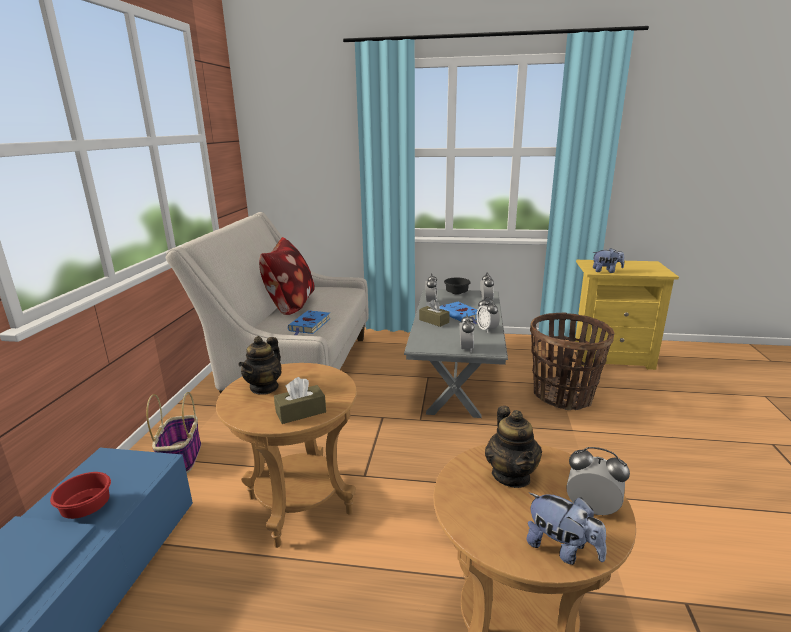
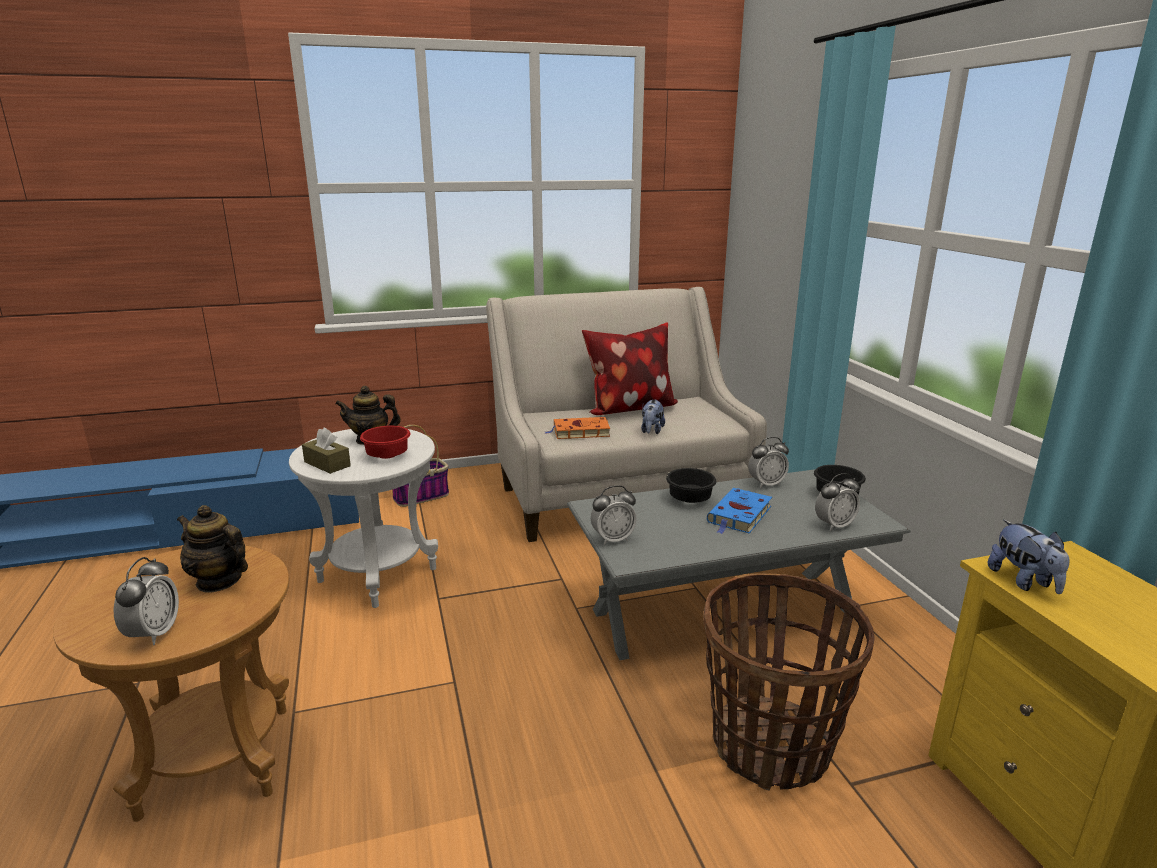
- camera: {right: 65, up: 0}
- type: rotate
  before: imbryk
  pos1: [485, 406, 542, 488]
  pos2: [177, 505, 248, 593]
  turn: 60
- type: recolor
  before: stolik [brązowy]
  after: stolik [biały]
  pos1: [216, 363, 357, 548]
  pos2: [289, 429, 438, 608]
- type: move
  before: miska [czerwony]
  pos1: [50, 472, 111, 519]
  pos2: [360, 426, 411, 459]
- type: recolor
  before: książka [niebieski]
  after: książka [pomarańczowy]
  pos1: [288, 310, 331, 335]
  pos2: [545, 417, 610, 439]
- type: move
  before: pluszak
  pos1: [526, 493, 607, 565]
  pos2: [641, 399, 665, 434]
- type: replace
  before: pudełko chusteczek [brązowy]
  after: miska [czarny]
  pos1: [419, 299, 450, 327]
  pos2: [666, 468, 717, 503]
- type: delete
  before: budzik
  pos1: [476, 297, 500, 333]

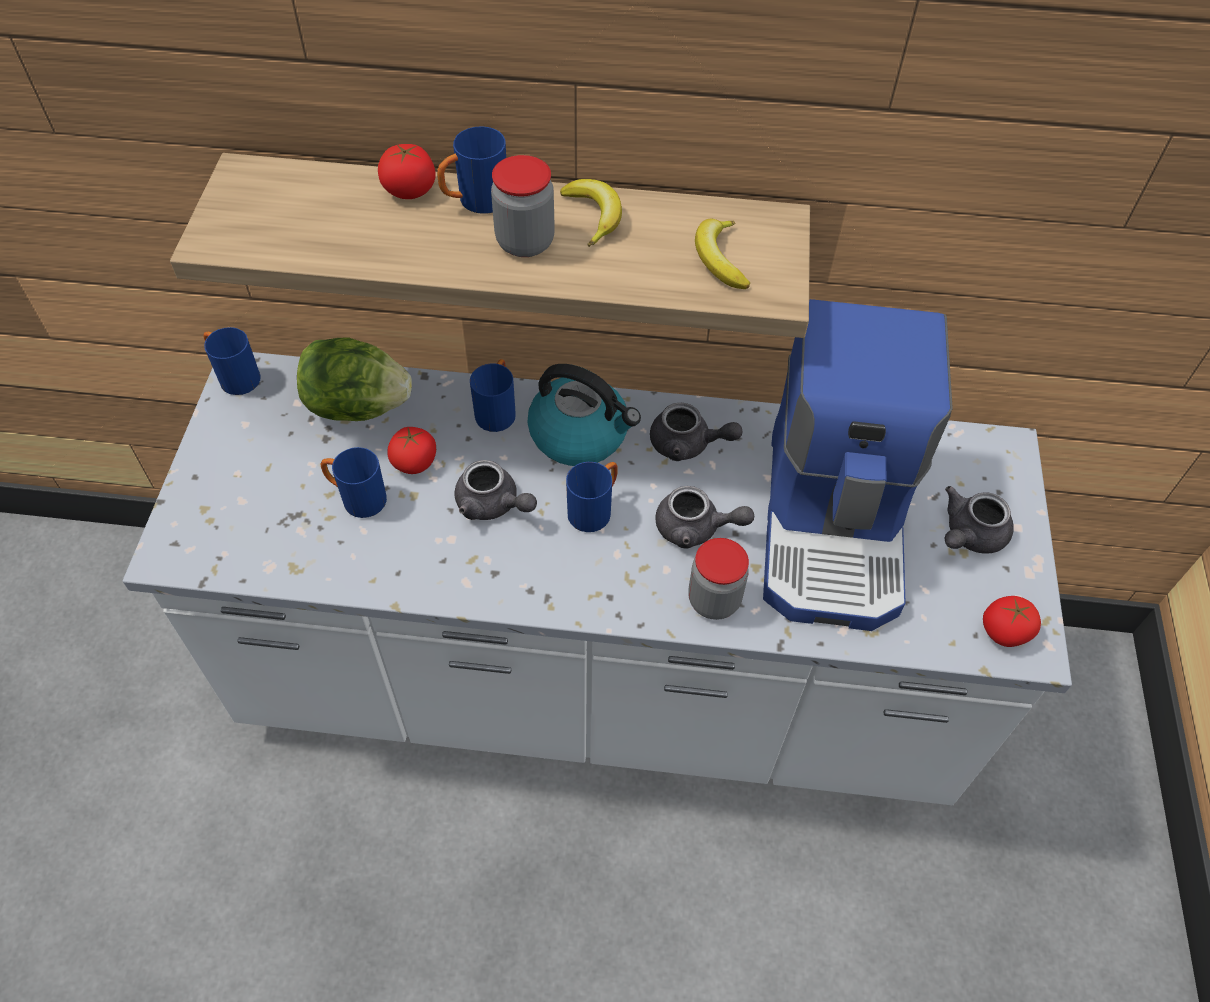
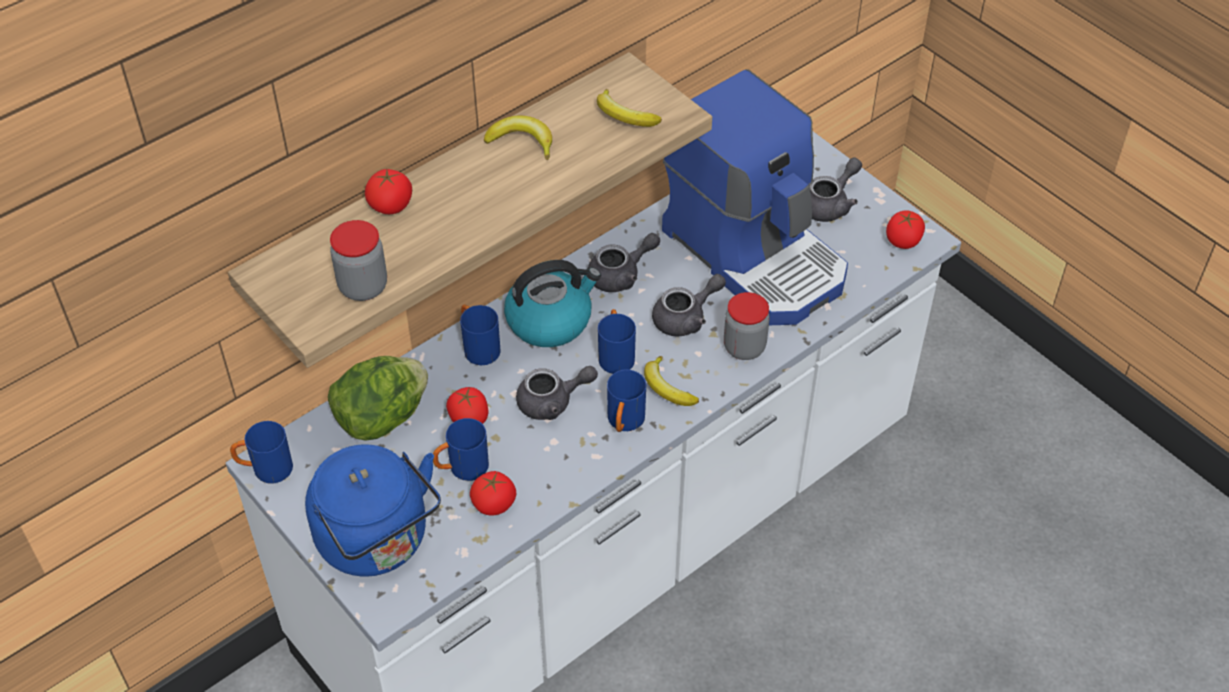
- camera: {right: -45, up: -5}
- type: insert
  after: czajnik [niebieski]
  pos2: [305, 444, 441, 576]
- type: move
  before: słoik
  pos1: [491, 155, 555, 257]
  pos2: [330, 220, 387, 301]
- type: insert
  after: pomidor
  pos2: [470, 471, 517, 516]
- type: move
  before: kubek [niebieski]
  pos1: [437, 127, 506, 214]
  pos2: [607, 370, 646, 432]
- type: insert
  after: banan
  pos2: [644, 356, 699, 406]
- type: rotate
  before: imbryk [szary]
  pos1: [944, 486, 1014, 554]
  pos2: [809, 157, 862, 222]
  turn: -135

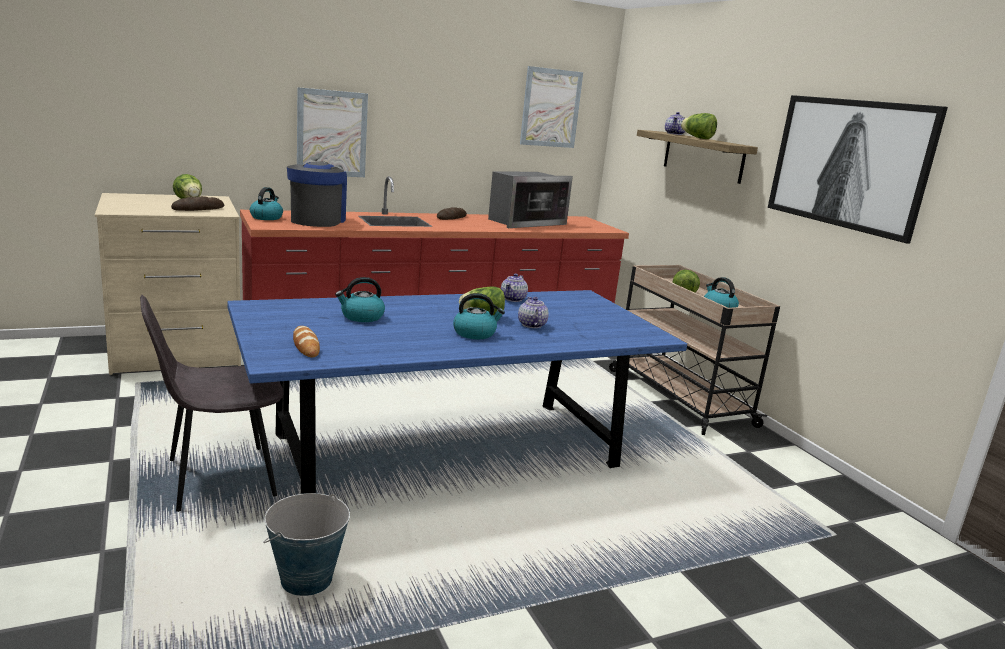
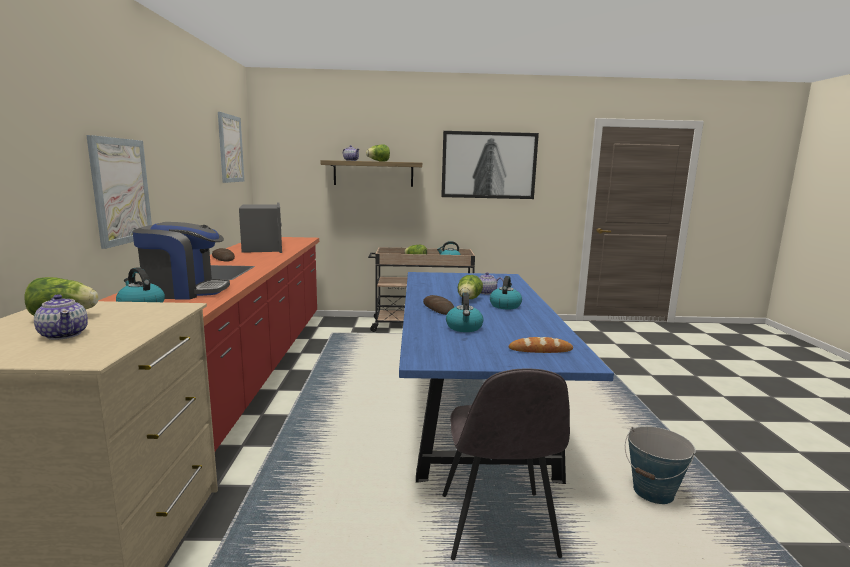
- camera: {right: -65, up: -5}
- type: move
  before: imbryk
  pos1: [501, 273, 528, 302]
  pos2: [34, 294, 88, 340]
- type: rotate
  before: ekspres do kawy
  pos1: [287, 161, 347, 227]
  pos2: [132, 222, 230, 300]
  turn: 150
- type: move
  before: chleb
  pos1: [171, 196, 224, 211]
  pos2: [423, 295, 454, 315]

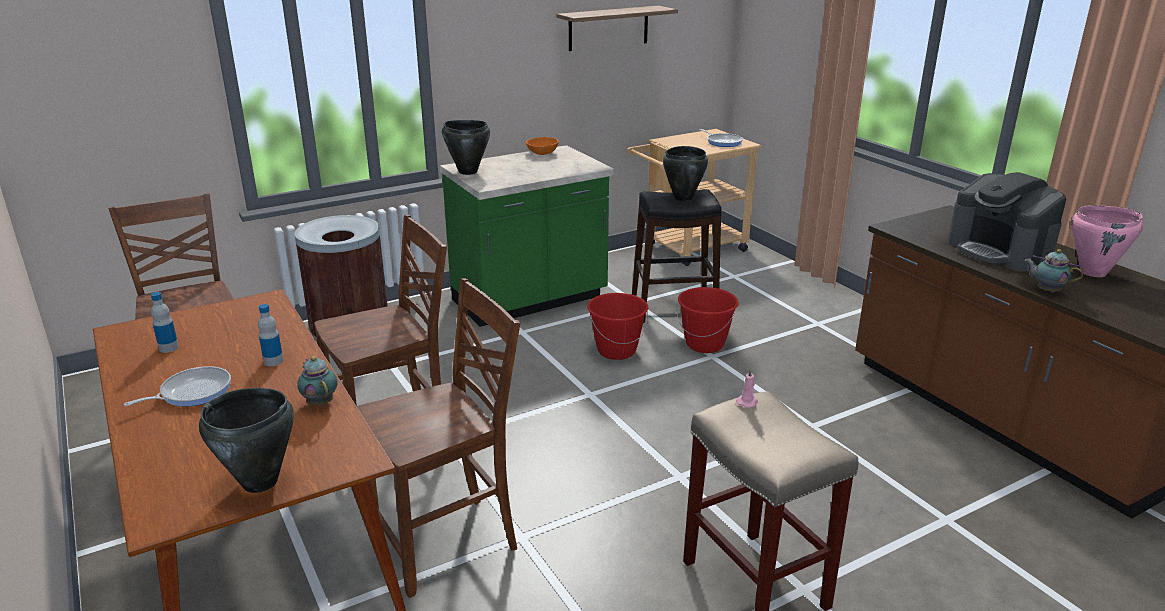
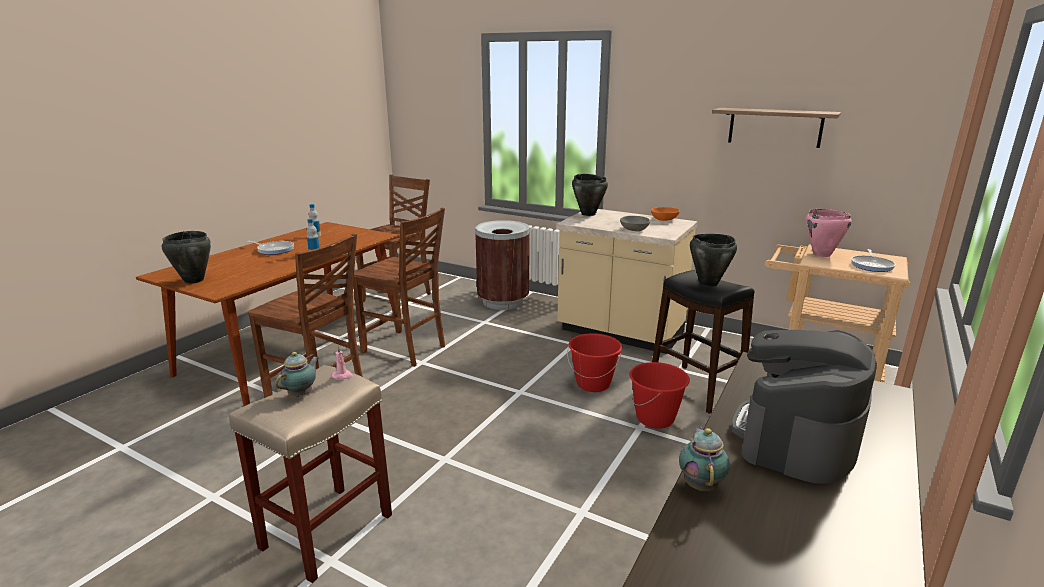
- camera: {right: 60, up: -5}
- type: move
  before: imbryk
  pos1: [297, 356, 337, 406]
  pos2: [275, 352, 319, 397]
- type: recolor
  before: zabudowa kuchenna [zielony]
  after: zabudowa kuchenna [beżowy]
  pos1: [440, 145, 614, 327]
  pos2: [556, 209, 698, 354]
- type: insert
  after: miska [szary]
  pos2: [620, 216, 650, 231]
- type: move
  before: garnek [różowy]
  pos1: [1071, 205, 1143, 277]
  pos2: [806, 209, 852, 257]

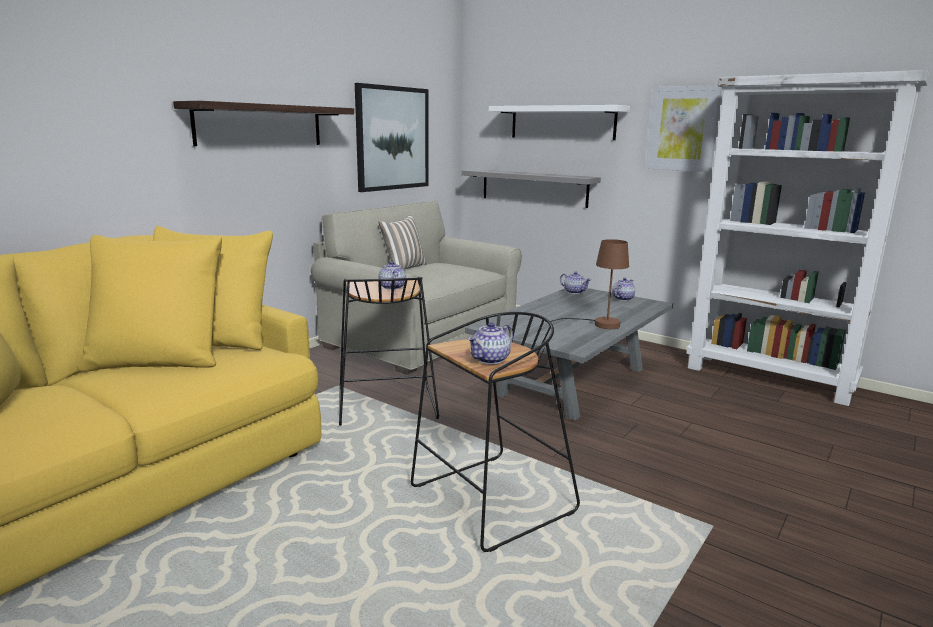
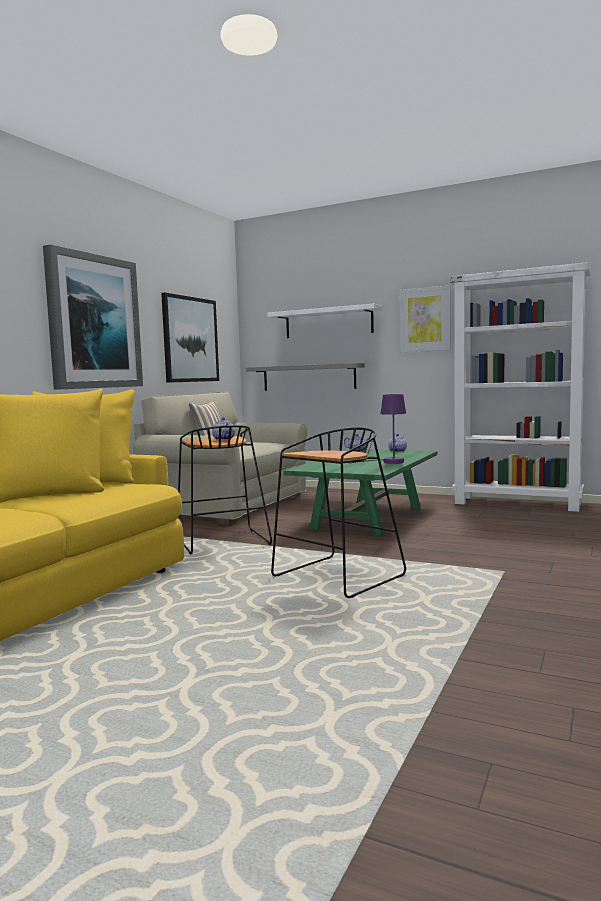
- camera: {right: -10, up: -10}
- type: replace
  before: półka
  after: obraz
  pos1: [173, 101, 354, 146]
  pos2: [43, 244, 143, 390]
- type: recolor
  before: ława [szary]
  after: ława [zielony]
  pos1: [465, 288, 673, 421]
  pos2: [283, 449, 437, 536]
- type: recolor
  before: lampa stołowa [brązowy]
  after: lampa stołowa [fioletowy]
  pos1: [550, 239, 629, 329]
  pos2: [349, 394, 406, 464]
- type: delete
  before: imbryk
  pos1: [468, 322, 513, 364]

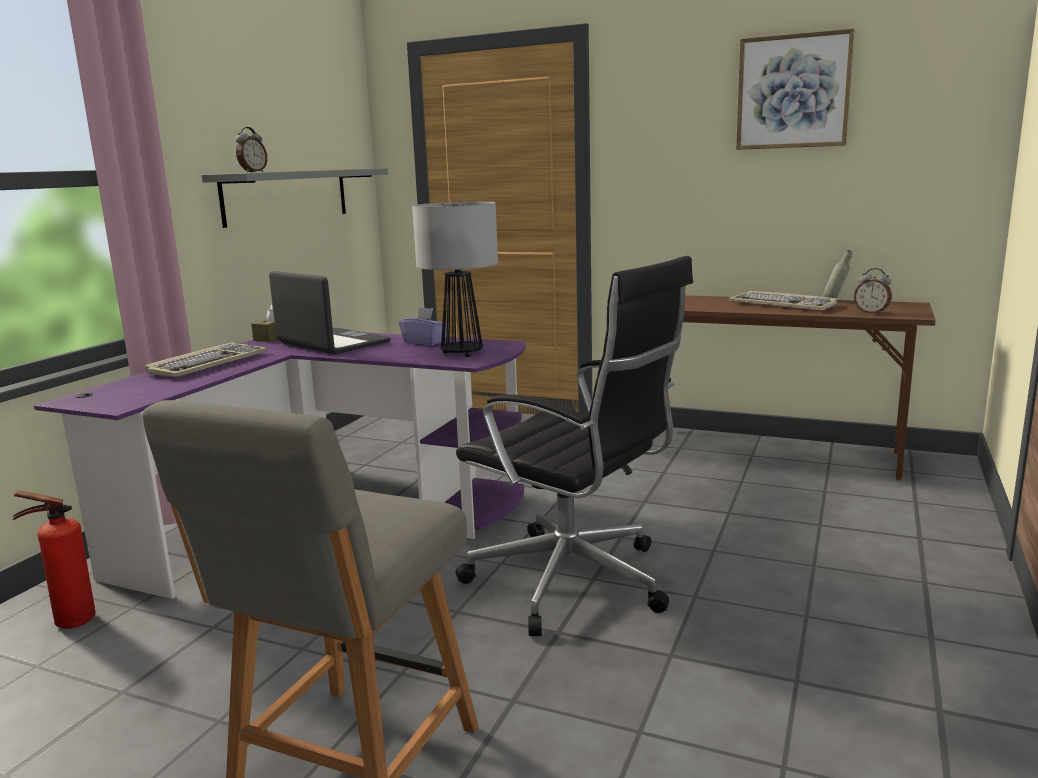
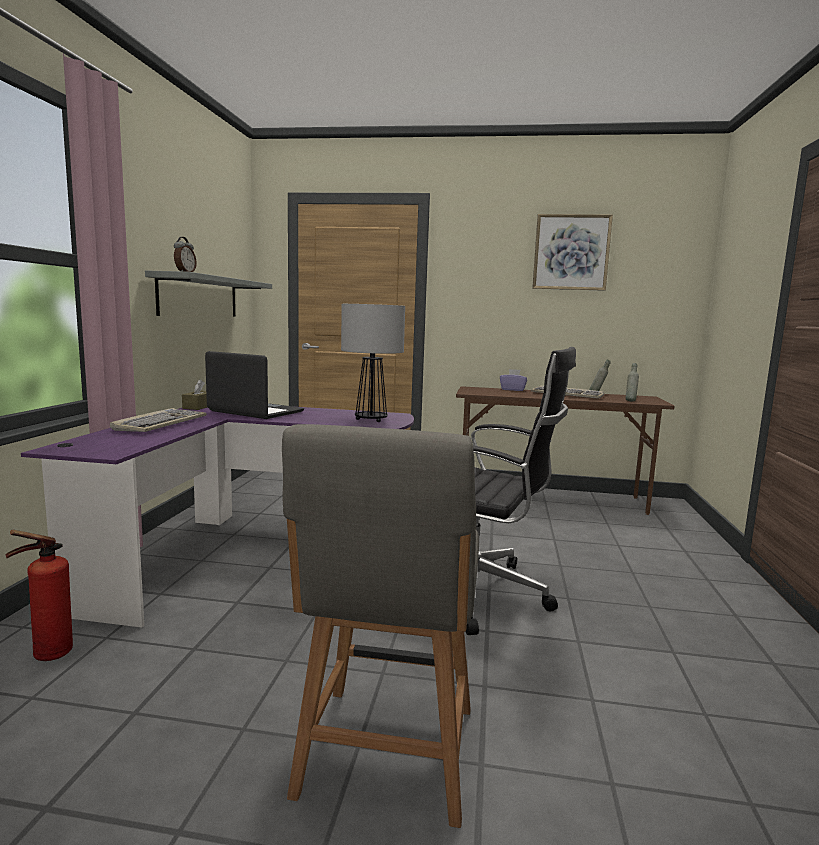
- camera: {right: -15, up: -5}
- type: move
  before: pudełko chusteczek [fioletowy]
  pos1: [399, 307, 447, 345]
  pos2: [500, 369, 528, 391]
- type: replace
  before: budzik
  after: butelka [szary]
  pos1: [854, 268, 892, 314]
  pos2: [626, 363, 639, 401]

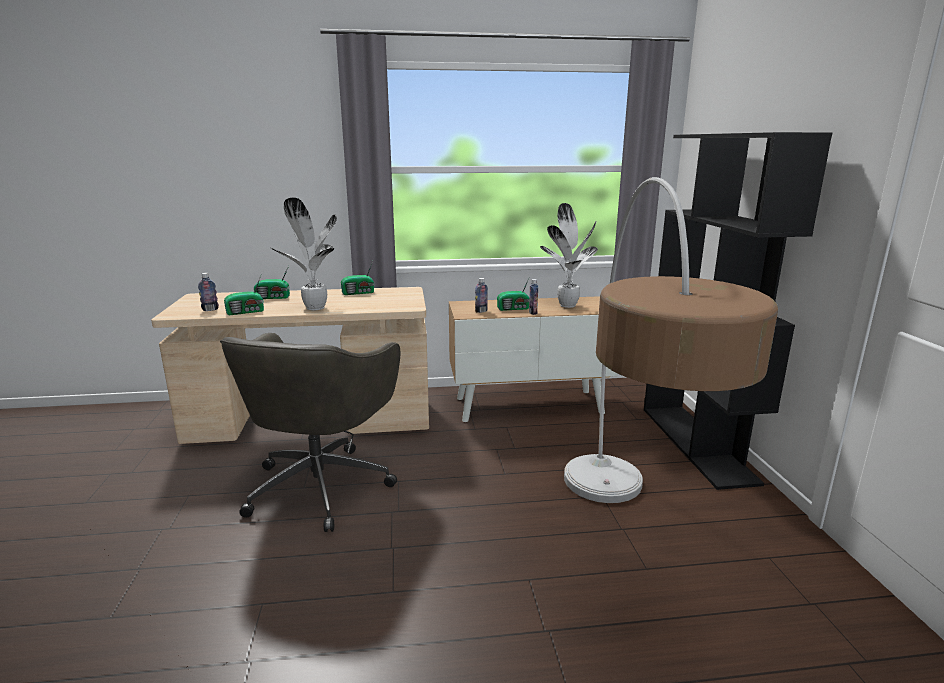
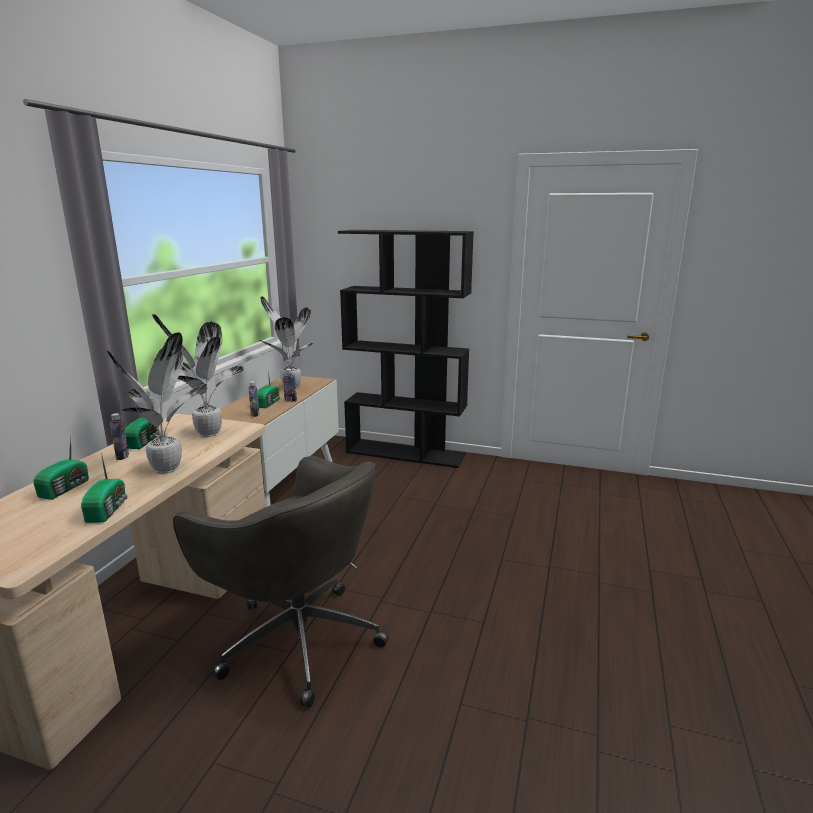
- camera: {right: -65, up: 0}
- type: move
  before: butelka
  pos1: [198, 273, 219, 311]
  pos2: [110, 413, 129, 460]
- type: insert
  after: roślina doniczkowa
  pos2: [153, 314, 244, 437]
- type: delete
  before: lampa stojąca
  pos1: [564, 177, 778, 503]

